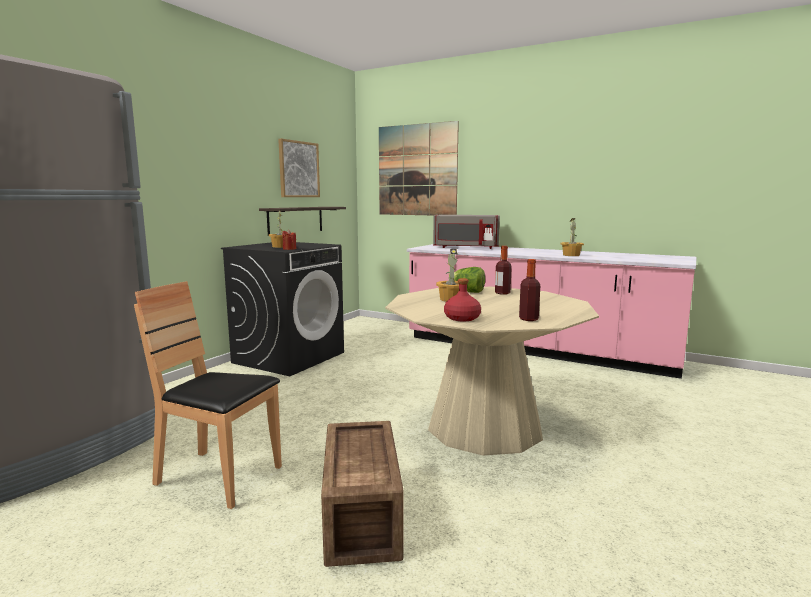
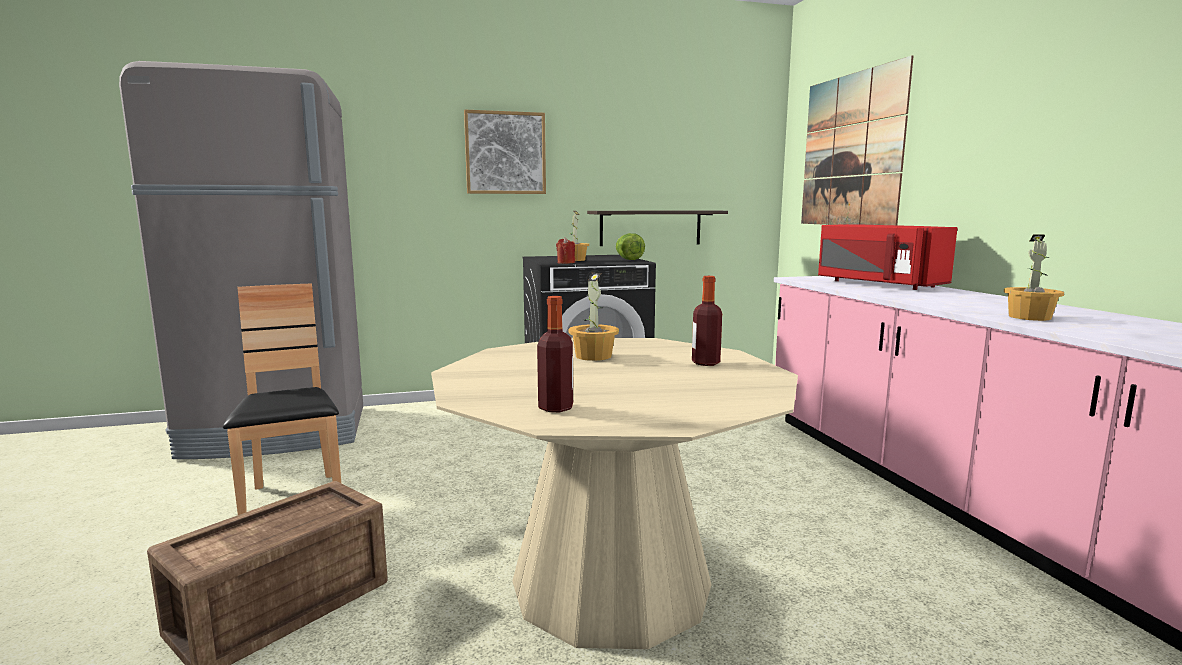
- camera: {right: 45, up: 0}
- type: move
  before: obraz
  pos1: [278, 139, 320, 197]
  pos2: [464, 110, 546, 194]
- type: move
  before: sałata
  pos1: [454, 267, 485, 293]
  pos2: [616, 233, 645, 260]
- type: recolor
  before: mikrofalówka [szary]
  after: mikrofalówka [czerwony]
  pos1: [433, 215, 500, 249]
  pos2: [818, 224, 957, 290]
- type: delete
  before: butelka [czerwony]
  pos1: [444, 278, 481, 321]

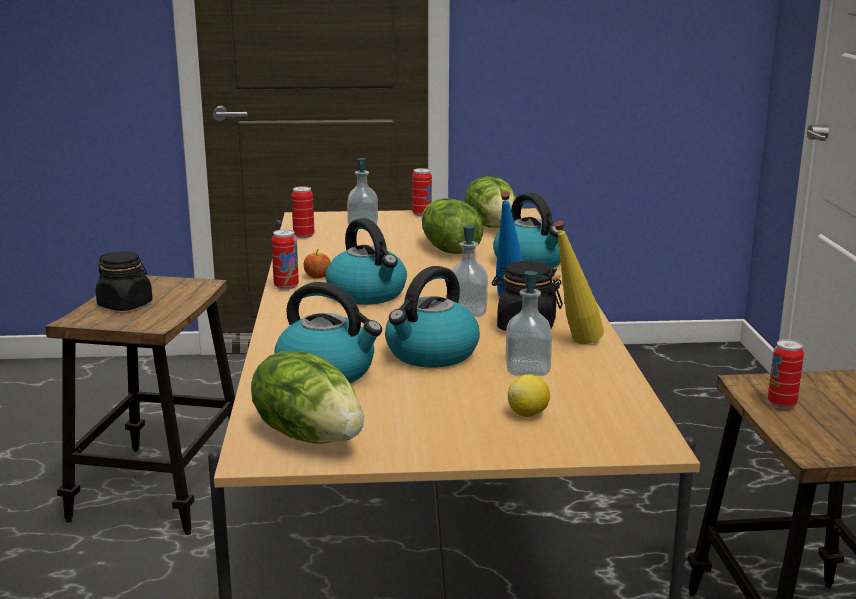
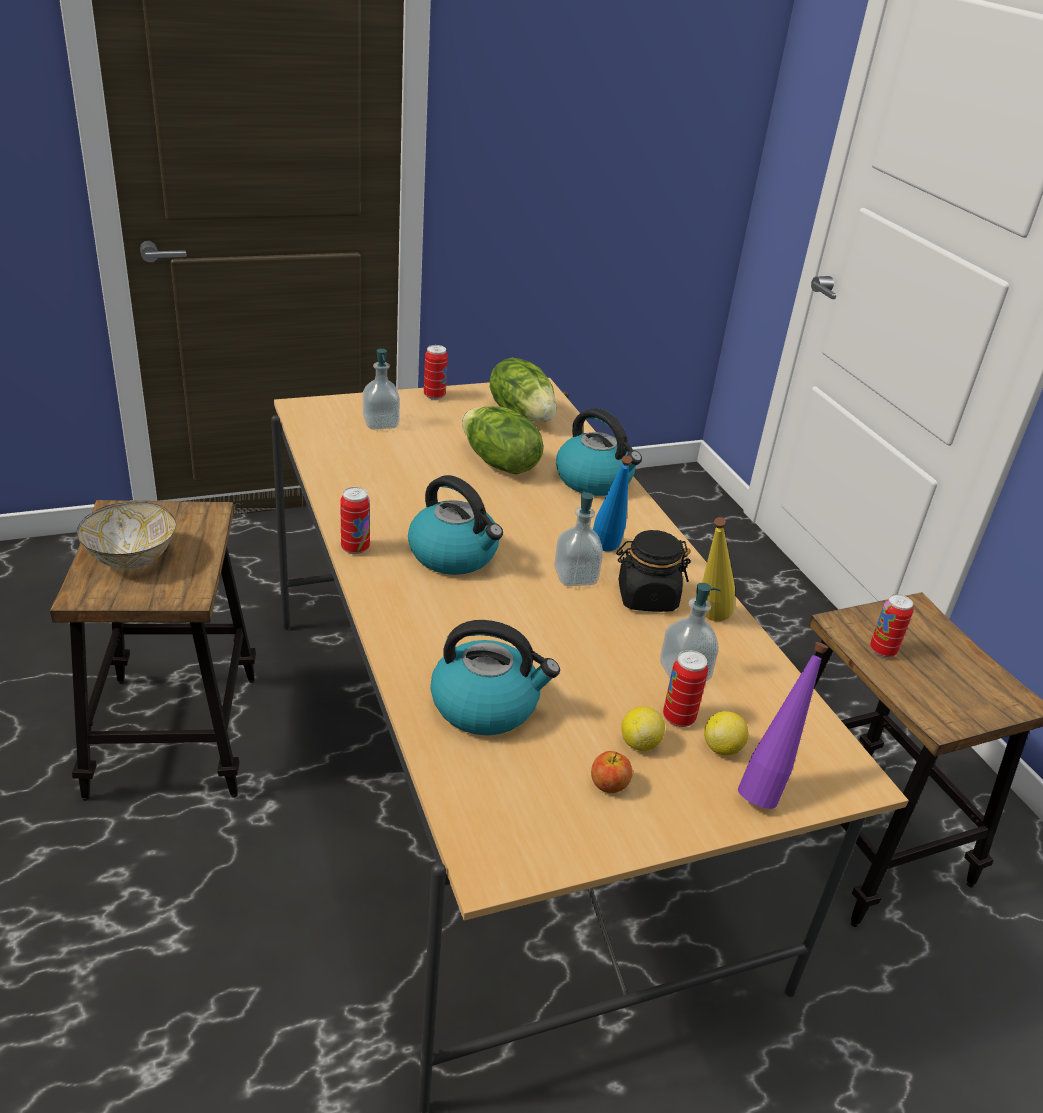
- camera: {right: -20, up: 15}
- type: replace
  before: słoik [czarny]
  after: miska
  pos1: [96, 251, 153, 311]
  pos2: [77, 502, 176, 569]
- type: move
  before: jabłko
  pos1: [304, 249, 330, 279]
  pos2: [591, 751, 633, 793]
- type: insert
  after: cytryna
  pos2: [621, 706, 665, 751]
- type: move
  before: puszka
  pos1: [291, 186, 314, 238]
  pos2: [663, 650, 708, 727]
- type: insert
  after: butelka [fioletowy]
  pos2: [738, 642, 829, 809]
- type: delete
  before: sałata
  pos1: [251, 351, 364, 444]
- type: delete
  before: czajnik
  pos1: [385, 266, 480, 368]

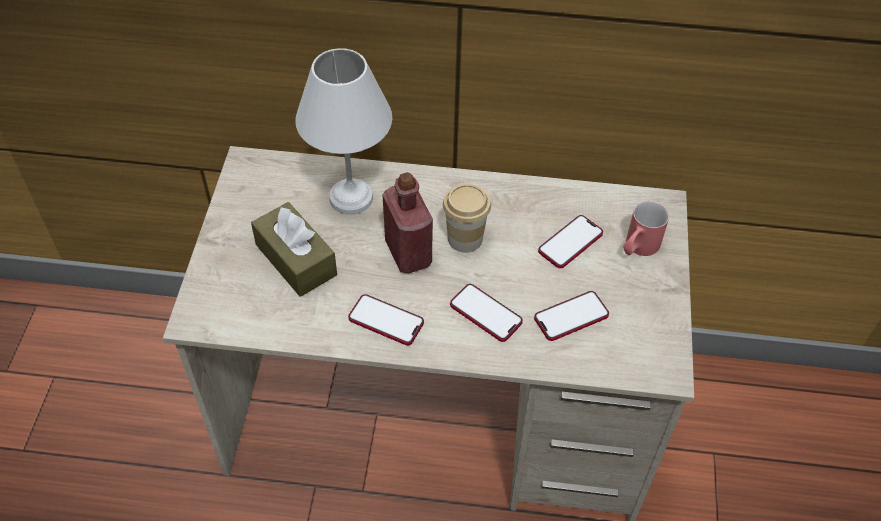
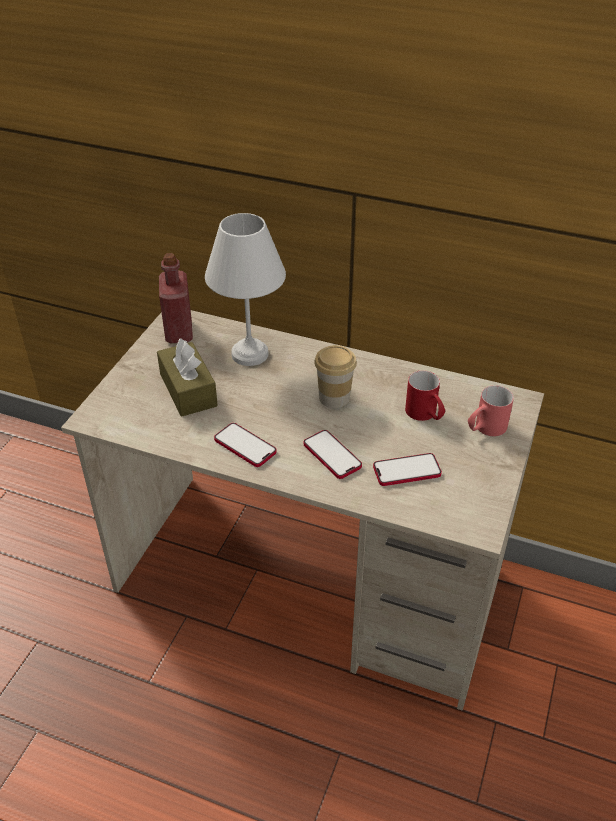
- camera: {right: 15, up: -10}
- type: move
  before: butelka [czerwony]
  pos1: [382, 172, 433, 273]
  pos2: [159, 253, 193, 343]
- type: replace
  before: telefon
  after: kubek [czerwony]
  pos1: [538, 215, 603, 269]
  pos2: [405, 371, 445, 421]

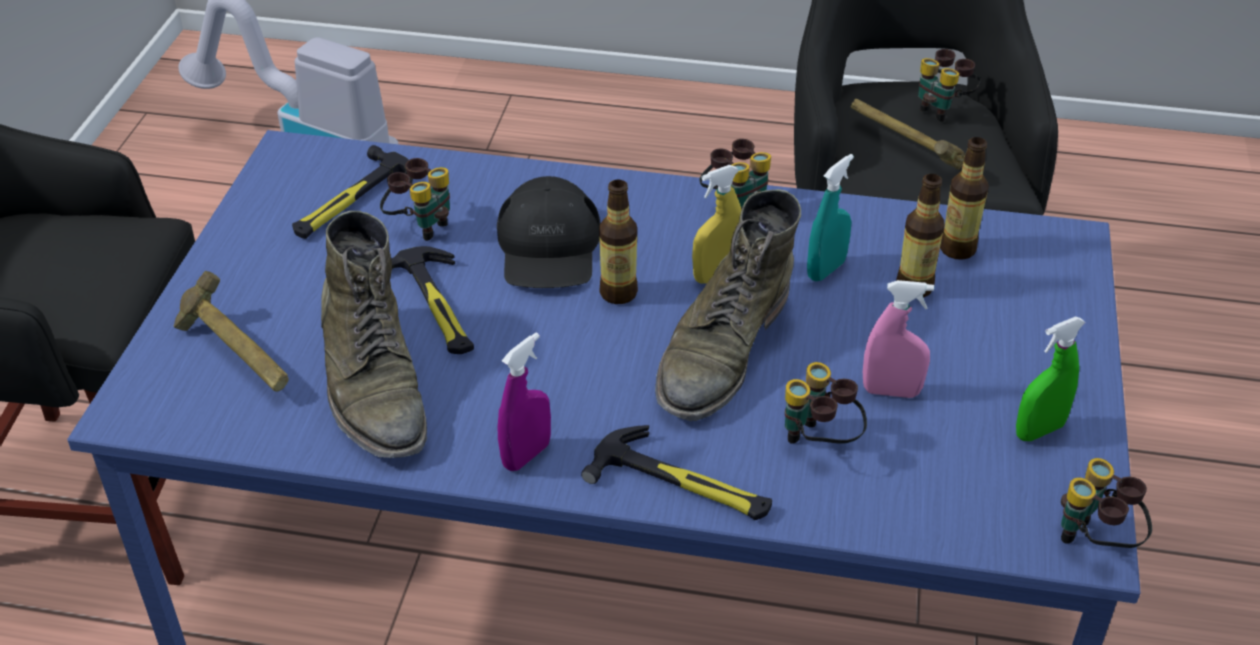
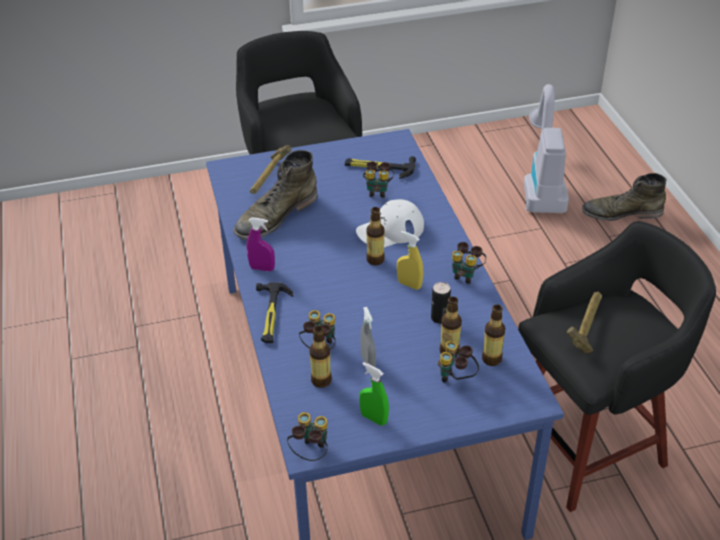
- camera: {right: 65, up: 0}
- type: insert
  after: butelka
  pos2: [309, 326, 332, 388]
- type: recolor
  before: czapka z daszkiem [czarny]
  after: czapka z daszkiem [biały]
  pos1: [497, 176, 600, 288]
  pos2: [356, 199, 424, 248]
- type: recolor
  before: spryskiwacz [różowy]
  after: spryskiwacz [szary]
  pos1: [863, 280, 934, 398]
  pos2: [360, 307, 376, 367]
- type: replace
  before: spryskiwacz [turkusowy]
  after: puszka
  pos1: [807, 154, 854, 282]
  pos2: [431, 282, 451, 324]
- type: move
  before: lornetka
  pos1: [918, 49, 981, 122]
  pos2: [438, 341, 479, 383]
- type: move
  before: but z cholewką [zielony]
  pos1: [655, 189, 801, 421]
  pos2: [582, 173, 667, 221]
- type: delete
  before: młotek
  pos1: [391, 246, 474, 354]

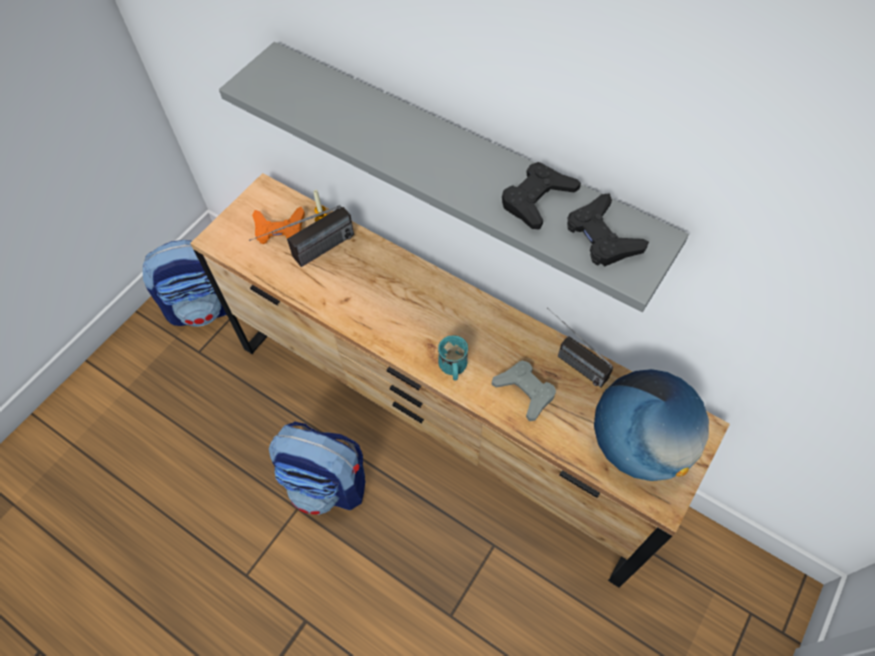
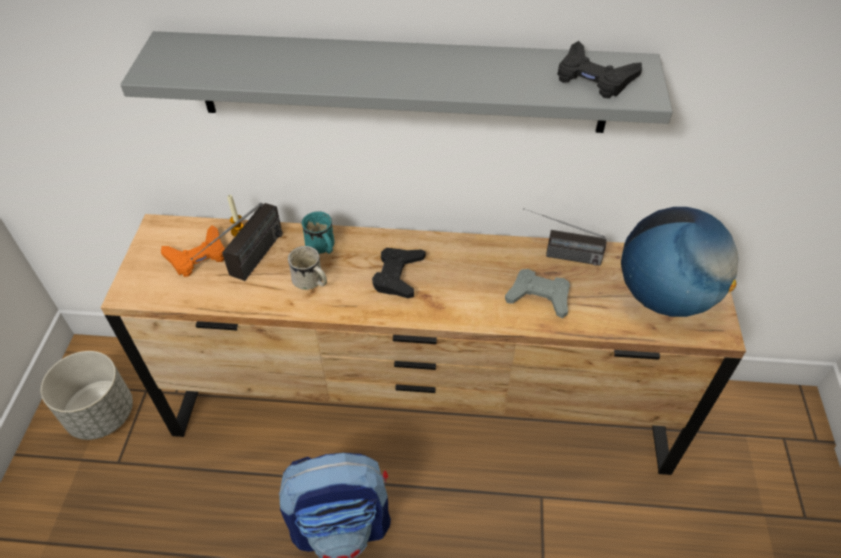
- camera: {right: -30, up: -10}
- type: replace
  before: plecak
  after: donica [szary]
  pos1: [142, 240, 227, 327]
  pos2: [41, 351, 133, 440]
- type: insert
  after: kubek [biały]
  pos2: [288, 246, 327, 290]
- type: move
  before: kubek [turkusowy]
  pos1: [438, 335, 468, 381]
  pos2: [302, 211, 335, 254]
- type: move
  before: pad do gier [czarny]
  pos1: [502, 162, 581, 230]
  pos2: [372, 248, 425, 298]

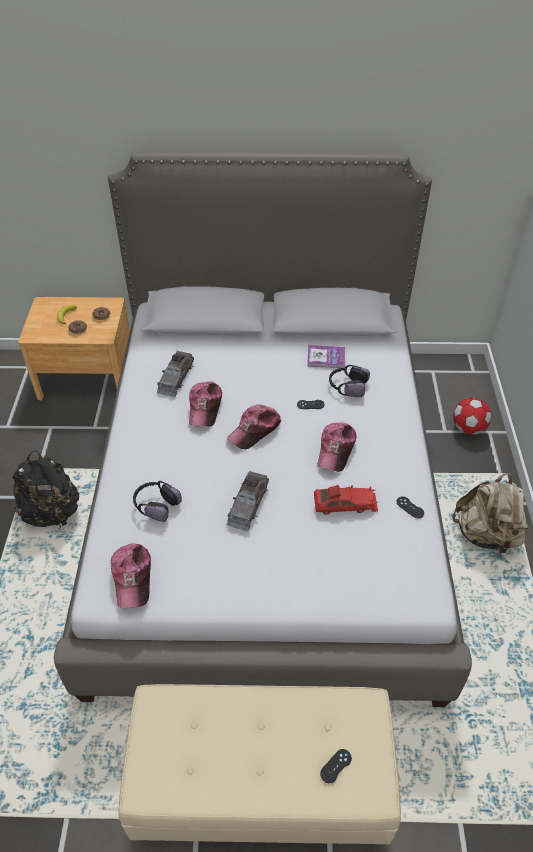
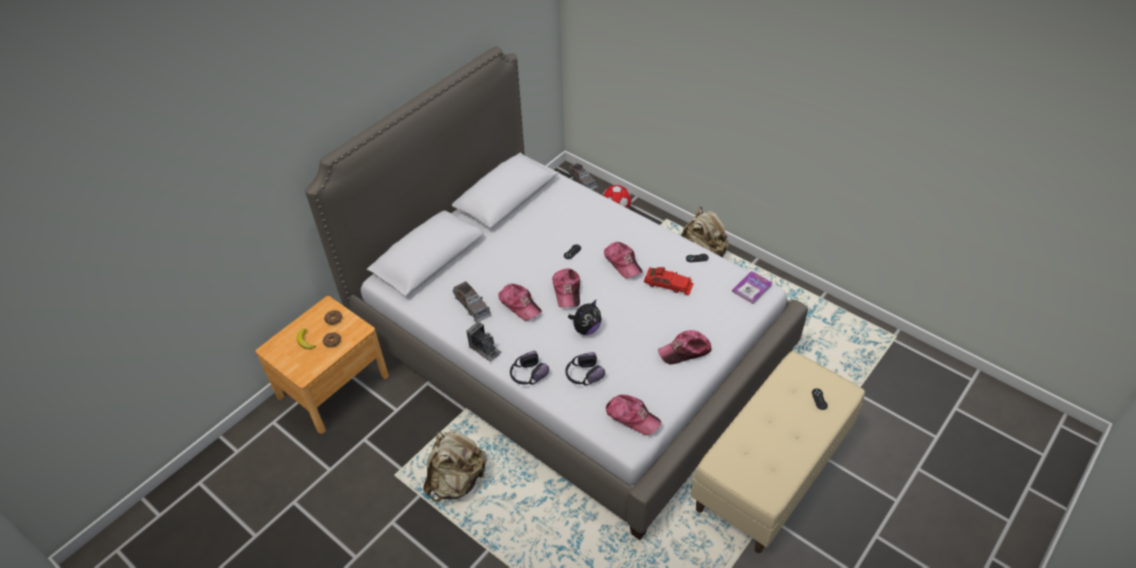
- camera: {right: -50, up: 0}
- type: recolor
  before: plecak [czarny]
  after: plecak [beżowy]
  pos1: [13, 450, 79, 528]
  pos2: [423, 430, 486, 502]
- type: insert
  after: aparat fotograficzny
  pos2: [467, 321, 502, 362]
- type: move
  before: słuchawki
  pos1: [329, 365, 370, 397]
  pos2: [510, 351, 549, 385]
- type: move
  before: samochodzik [szary]
  pos1: [227, 471, 269, 532]
  pos2: [567, 163, 598, 190]
- type: insert
  after: pluszak
  pos2: [568, 300, 602, 335]
- type: rotate
  before: samochodzik [czerwony]
  pos1: [314, 485, 378, 515]
  pos2: [644, 267, 693, 296]
  turn: 75
- type: insert
  after: czapka z daszkiem
  pos2: [658, 330, 712, 364]
- type: move
  before: książka
  pos1: [307, 345, 345, 368]
  pos2: [732, 271, 772, 304]

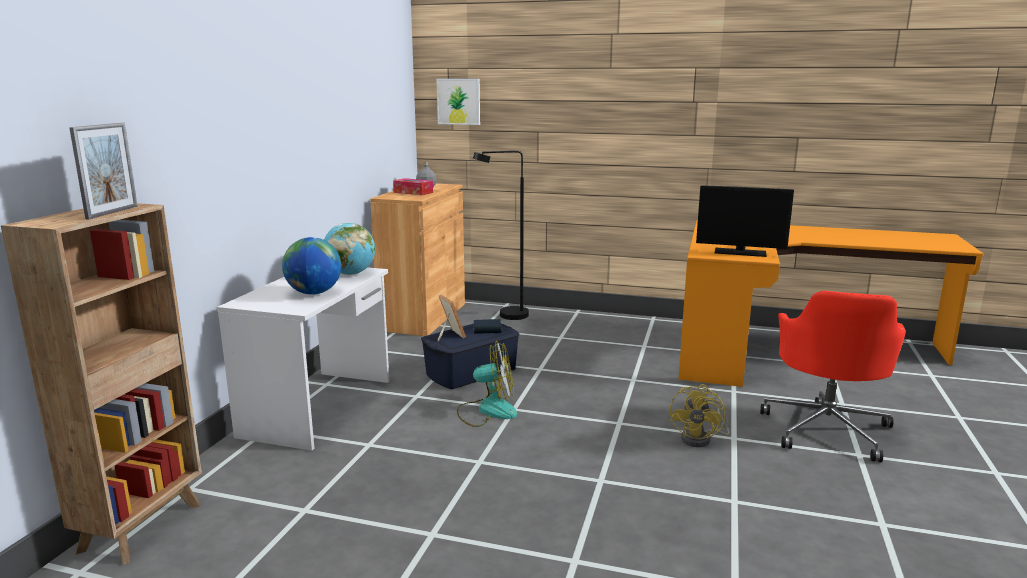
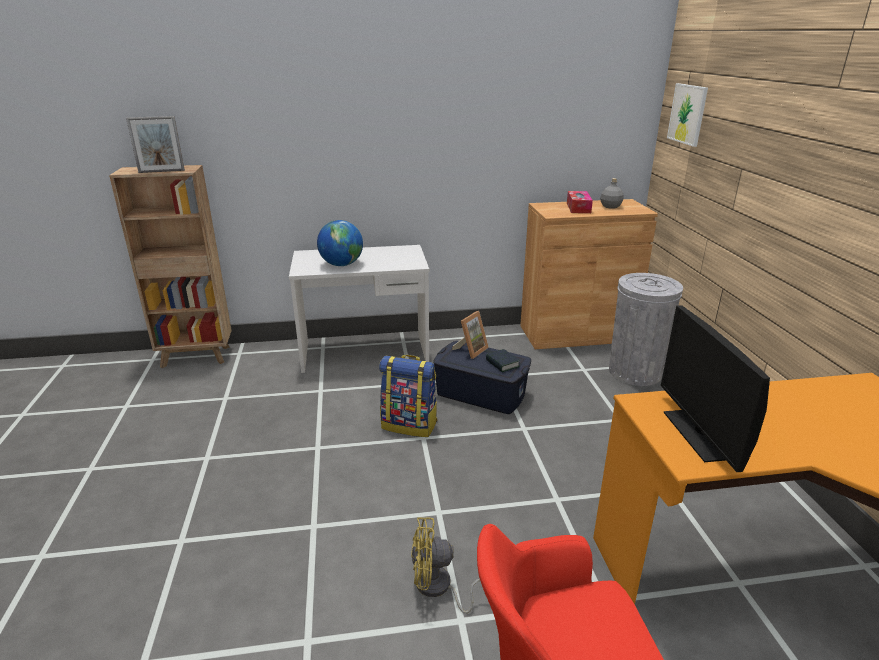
- camera: {right: 65, up: 10}
- type: replace
  before: wentylator
  after: plecak
  pos1: [457, 341, 517, 427]
  pos2: [379, 355, 438, 437]
- type: replace
  before: lampa stojąca [czarny]
  after: kosz na śmieci [szary]
  pos1: [473, 151, 529, 320]
  pos2: [609, 273, 683, 386]
- type: delete
  before: globus
  pos1: [324, 223, 375, 275]

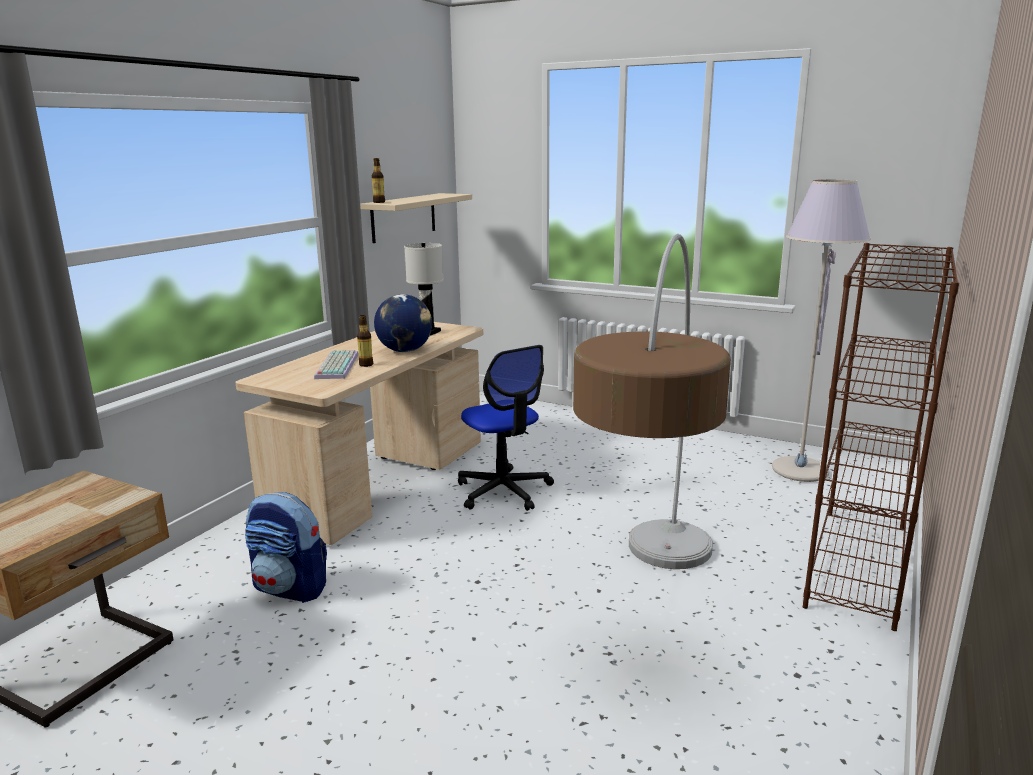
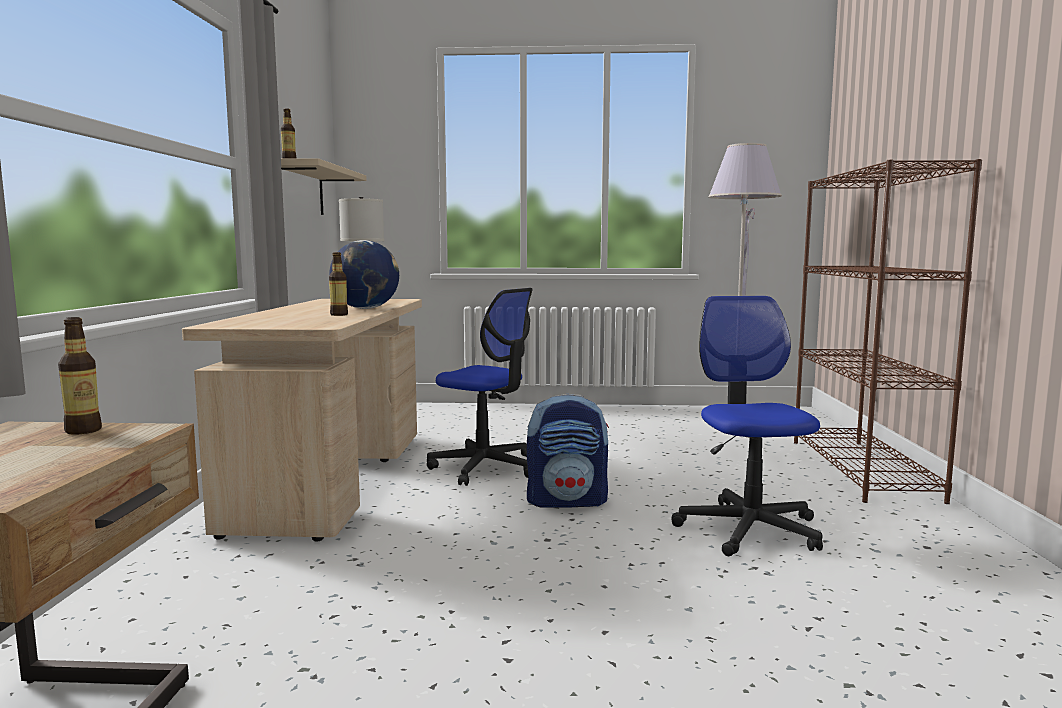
- camera: {right: -25, up: -10}
- type: insert
  after: butelka
  pos2: [58, 317, 102, 435]
- type: move
  before: plecak
  pos1: [245, 492, 327, 603]
  pos2: [527, 394, 609, 508]
- type: replace
  before: lampa stojąca
  after: krzesło biurowe
  pos1: [573, 234, 731, 569]
  pos2: [671, 296, 823, 556]
- type: delete
  before: klawiatura
  pos1: [314, 350, 359, 379]

